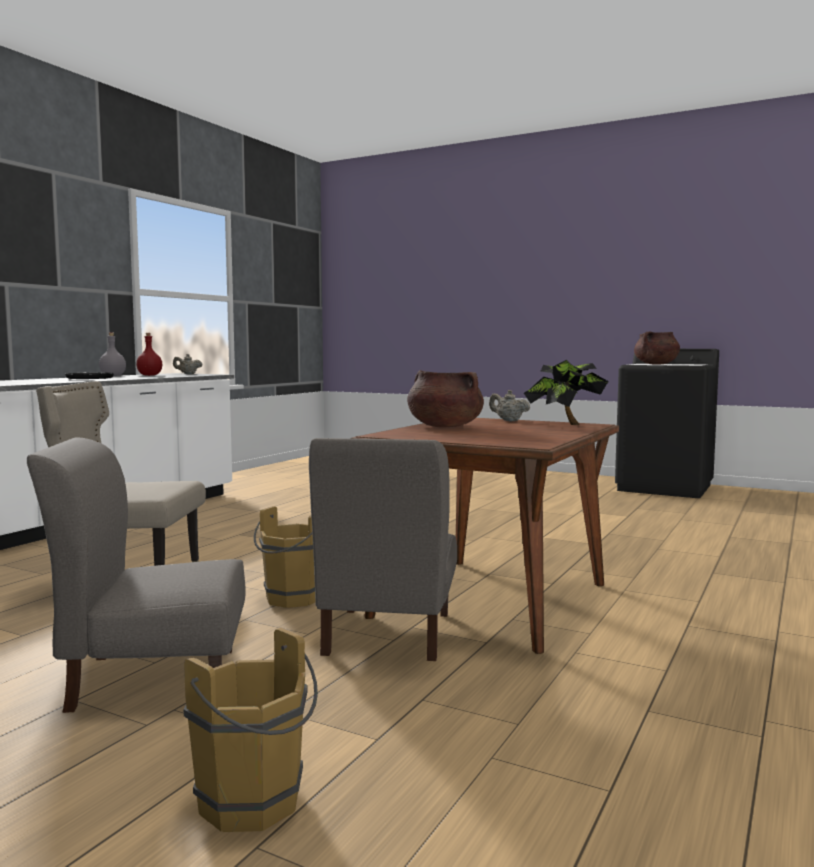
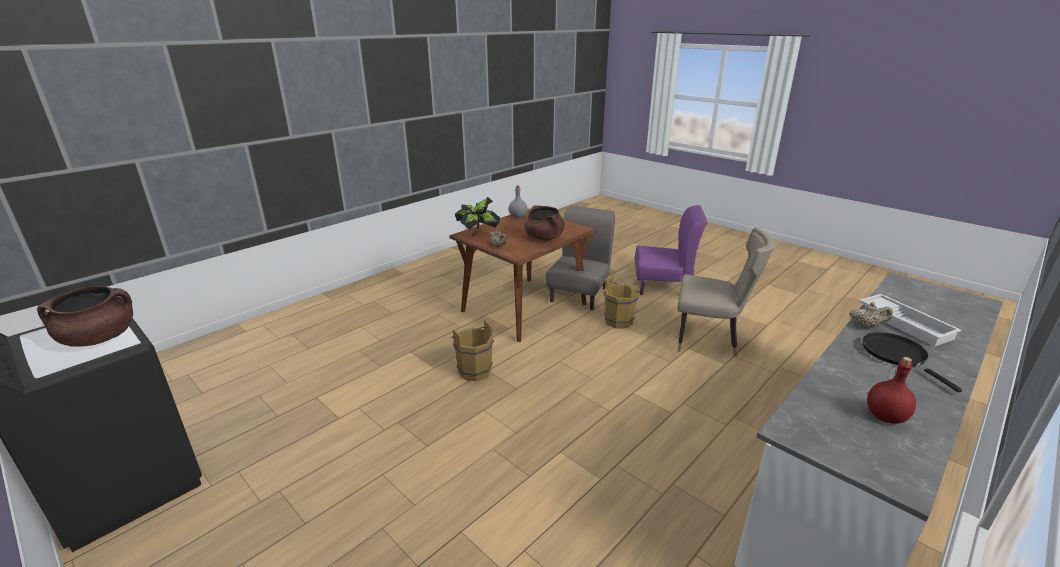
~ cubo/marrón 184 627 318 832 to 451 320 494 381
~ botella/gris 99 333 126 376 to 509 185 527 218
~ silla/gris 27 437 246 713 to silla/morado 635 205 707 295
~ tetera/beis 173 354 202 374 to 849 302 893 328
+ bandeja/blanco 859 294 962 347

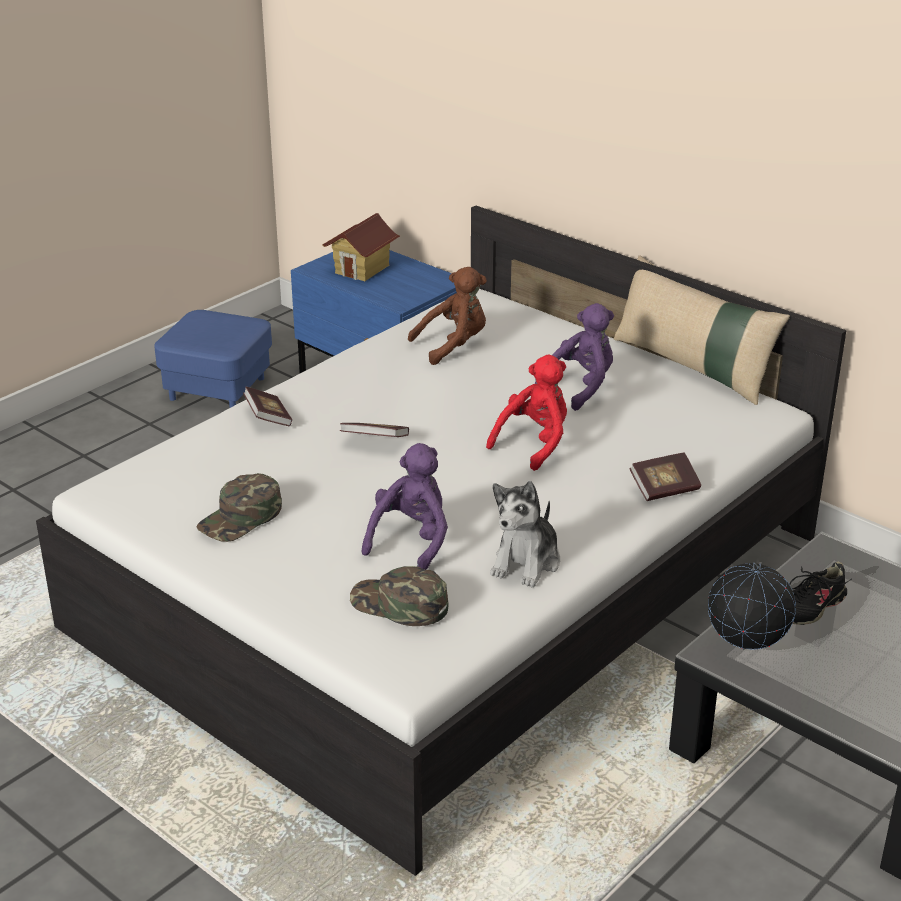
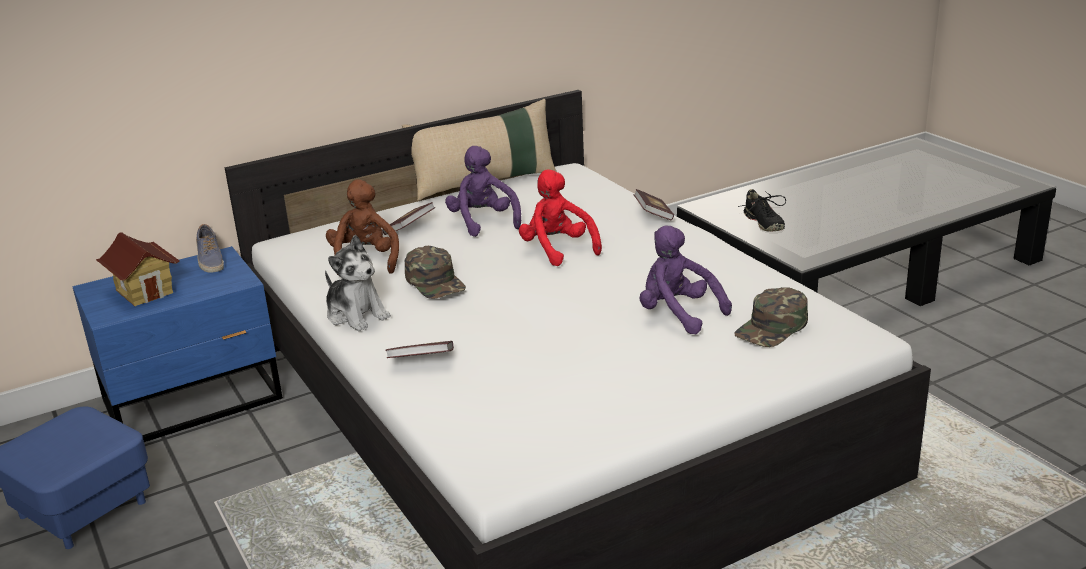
+ zapato 196 224 224 272
~ peluche 490 481 560 588 to 325 235 391 331
~ libro 340 423 409 437 to 382 202 435 235
~ gorra/verde 196 473 282 542 to 404 246 466 299
- globo terráqueo 708 562 796 650

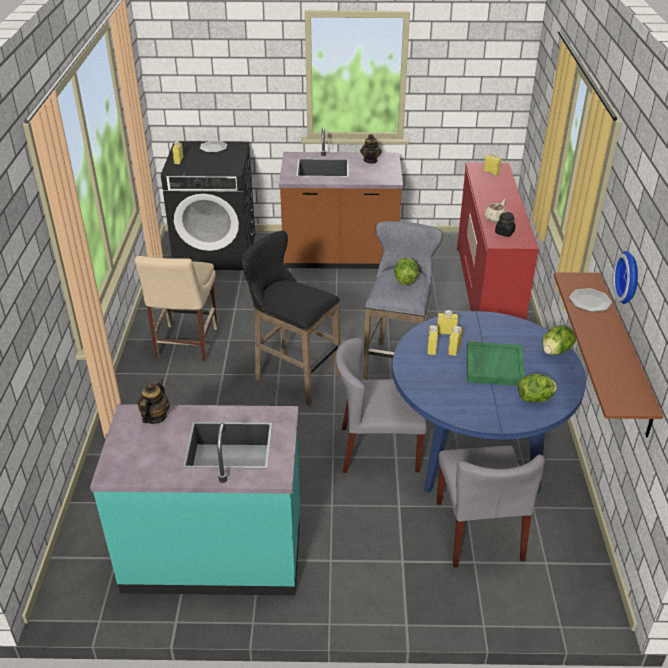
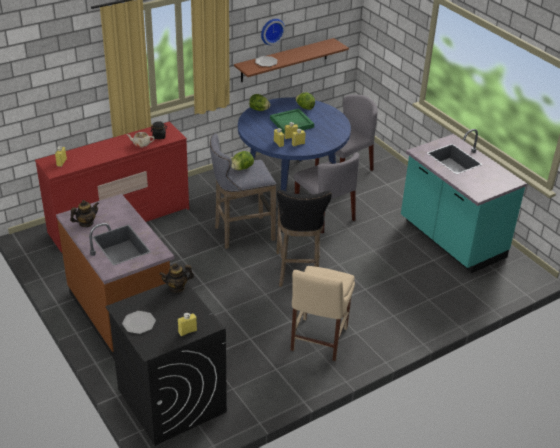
~ tetera 138 378 170 424 to 159 263 194 293
~ silla/beis 135 256 218 361 = 291 266 355 361 135 degrees clockwise

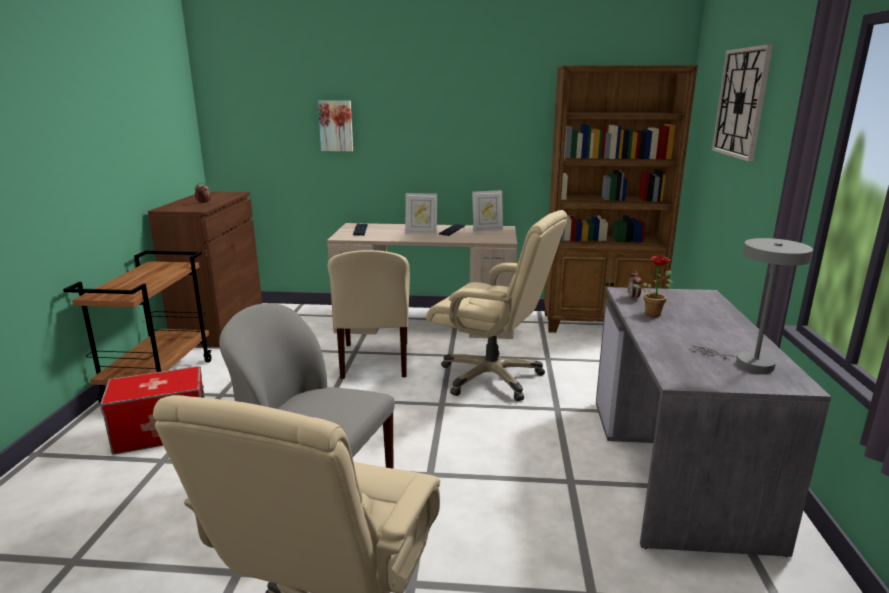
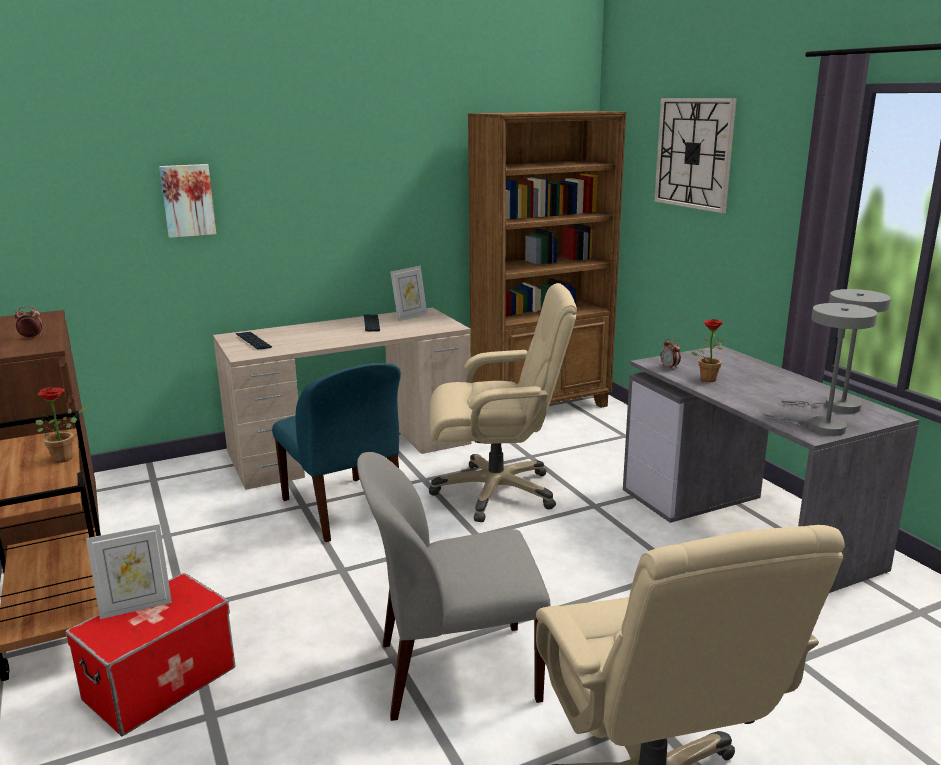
+ planta en maceta 36 387 88 463
~ portarretratos 405 193 437 234 to 86 524 172 619
~ silla/beis 328 250 410 379 to silla/azul 272 363 401 542
+ lámpara de mesa/gris 763 303 877 436

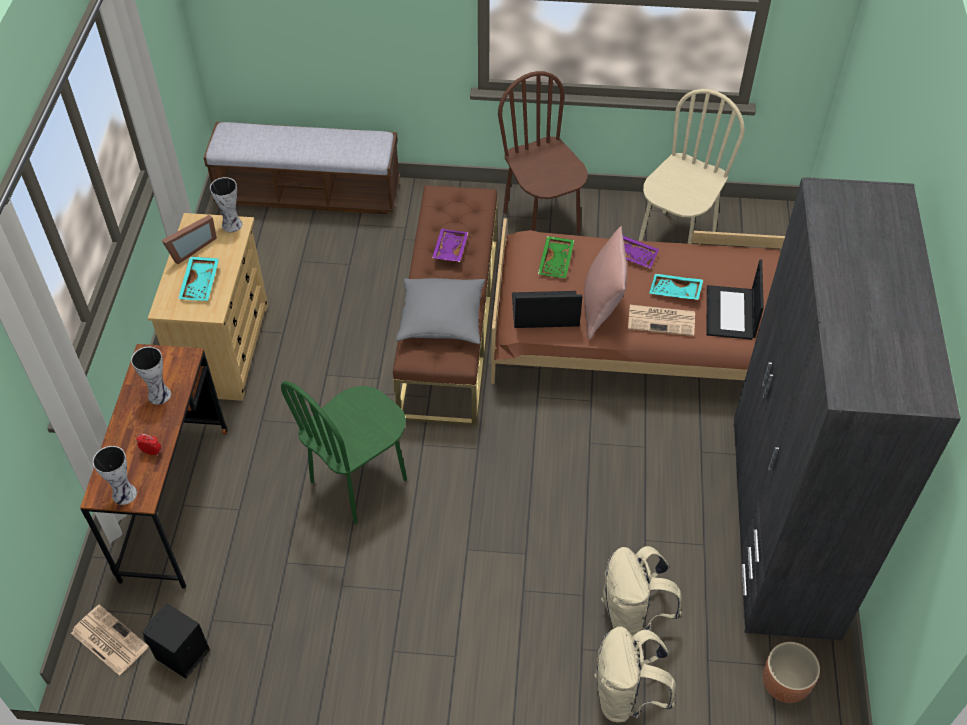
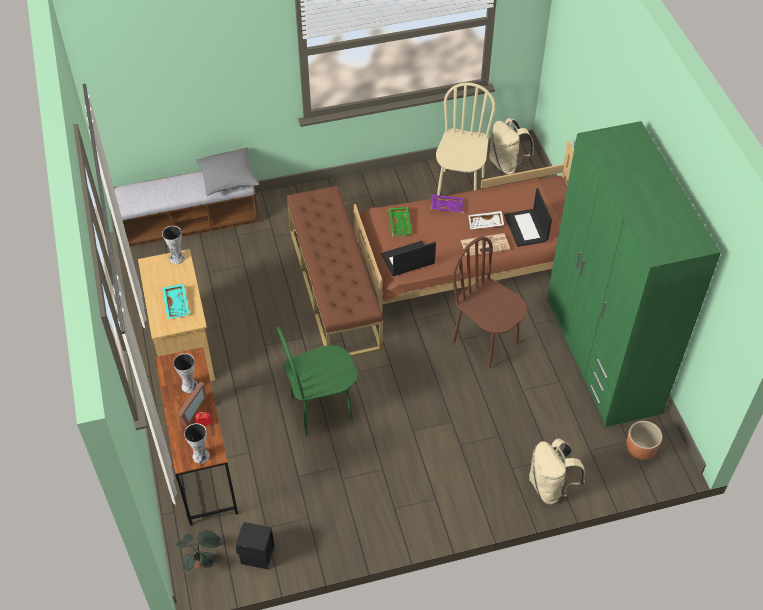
~ periódico 71 604 149 676 to planta en maceta 176 530 224 571
~ portarretratos 161 215 217 264 to 177 382 207 427
~ cojín/gris 396 278 485 344 to 196 147 259 196
~ silla/verde 281 381 407 524 = 277 326 358 436 45 degrees clockwise
~ silla/marrón 498 71 588 234 to 452 237 527 368
~ bandeja/turquesa 649 274 703 300 to bandeja/blanco 468 211 504 229
~ mochila/beis 601 546 682 636 to 489 118 534 175
~ armario ropero/gris 733 177 961 641 to armario ropero/verde 547 121 721 427
- bandeja/morado 432 228 469 262
- cojín/rosa 584 226 627 340

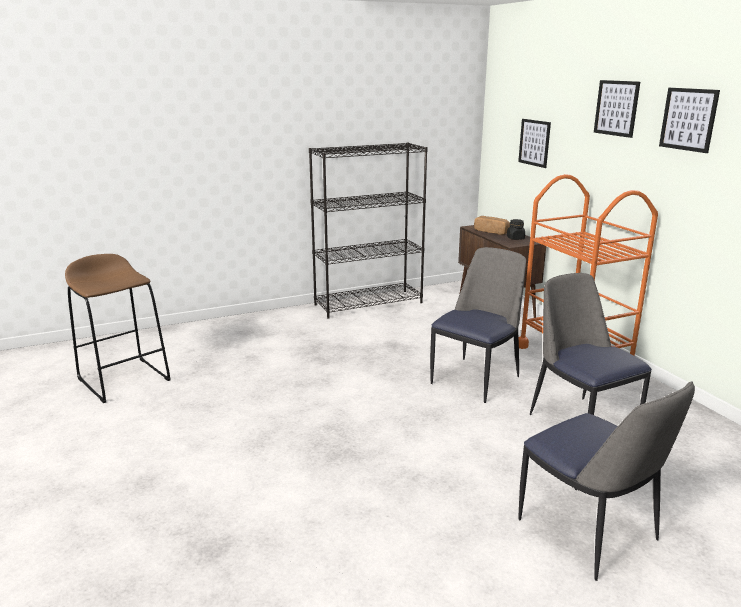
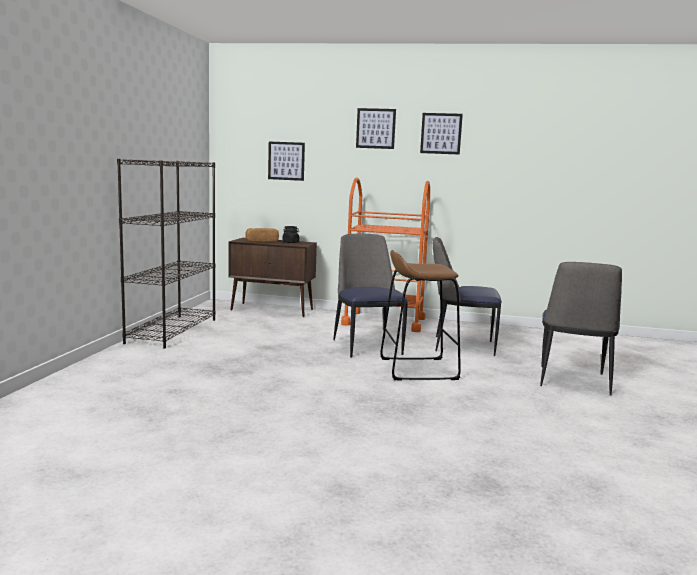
~ taburete/marrón 65 254 171 403 to 380 250 461 380
~ silla 519 381 695 581 = 540 262 622 396 105 degrees clockwise

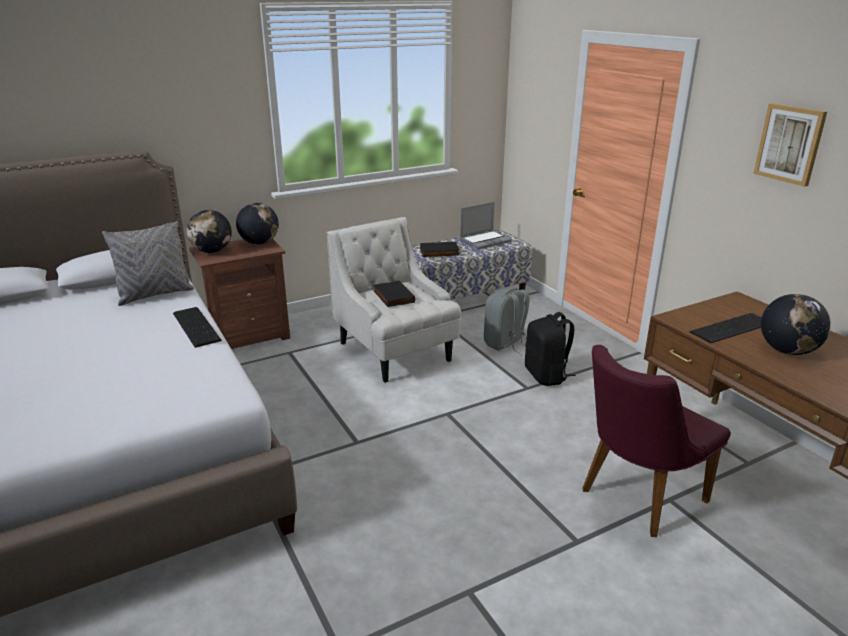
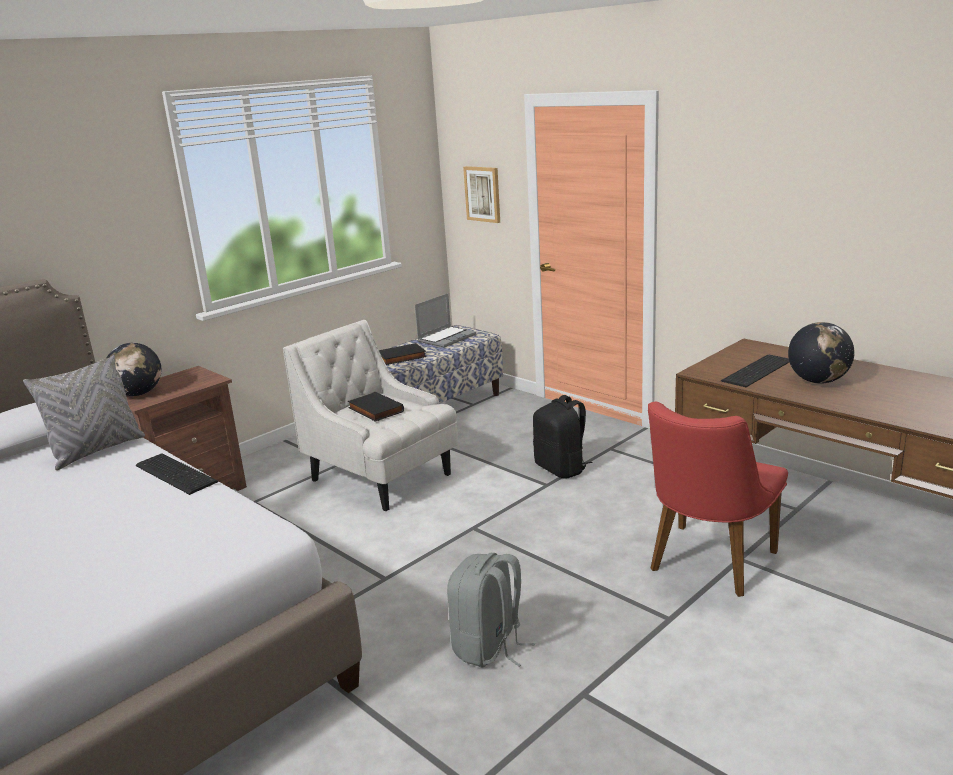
~ mochila/gris 484 288 530 354 to 447 553 535 667
~ cuadro 753 103 827 187 to 463 166 500 223
~ silla/morado 583 345 731 537 to silla/rojo 648 401 788 597
- globo terráqueo 236 203 279 245

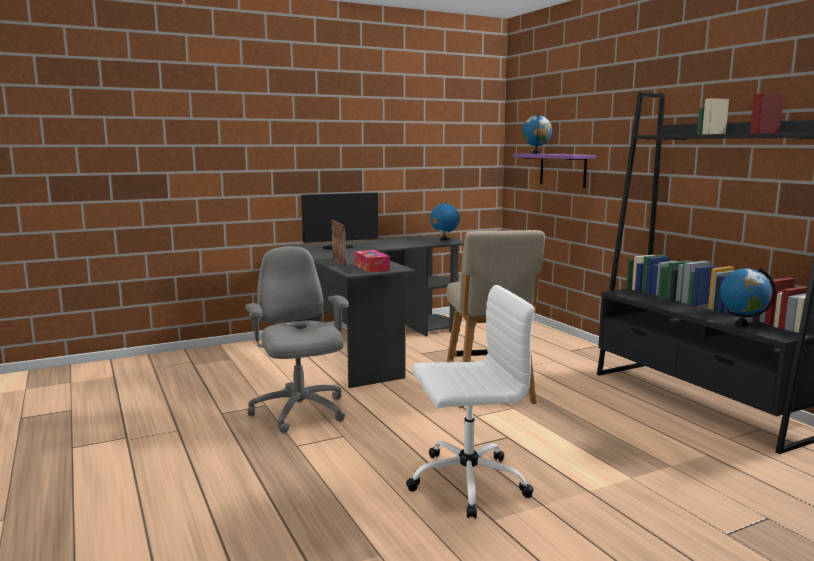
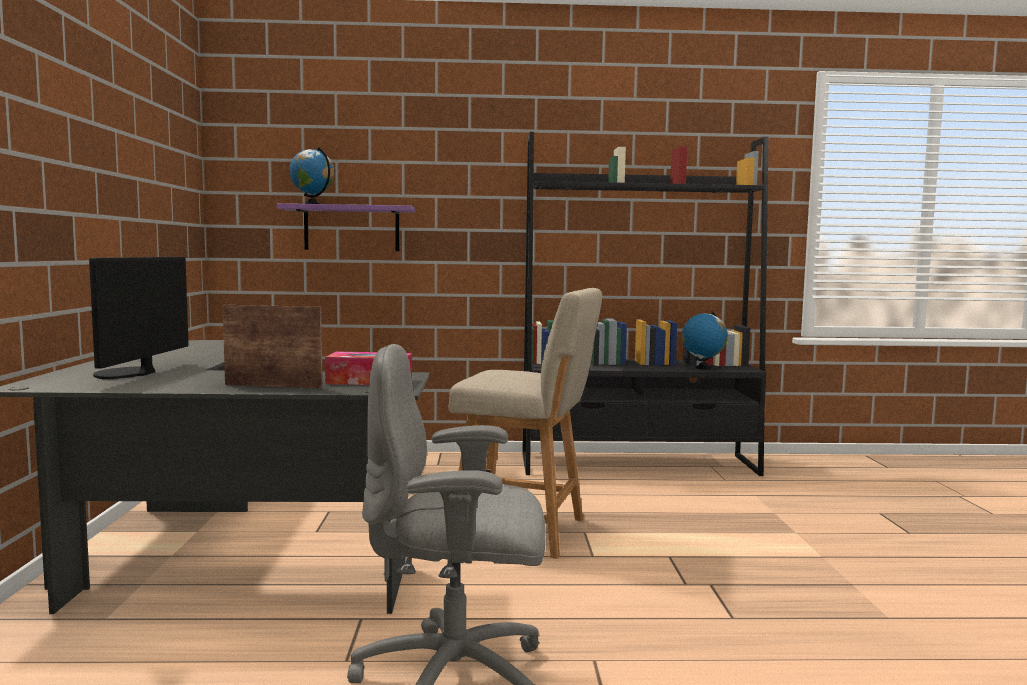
- silla de oficina/blanco 406 285 535 519
- globo terráqueo 430 202 460 241

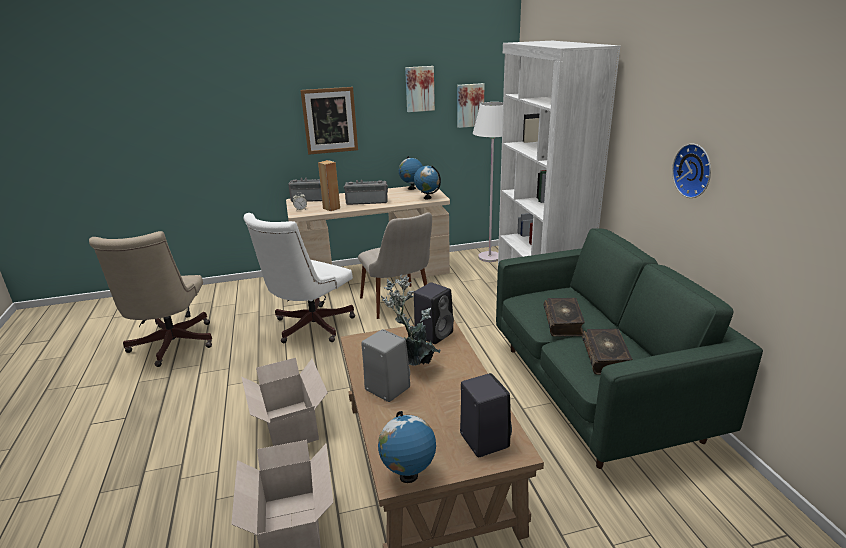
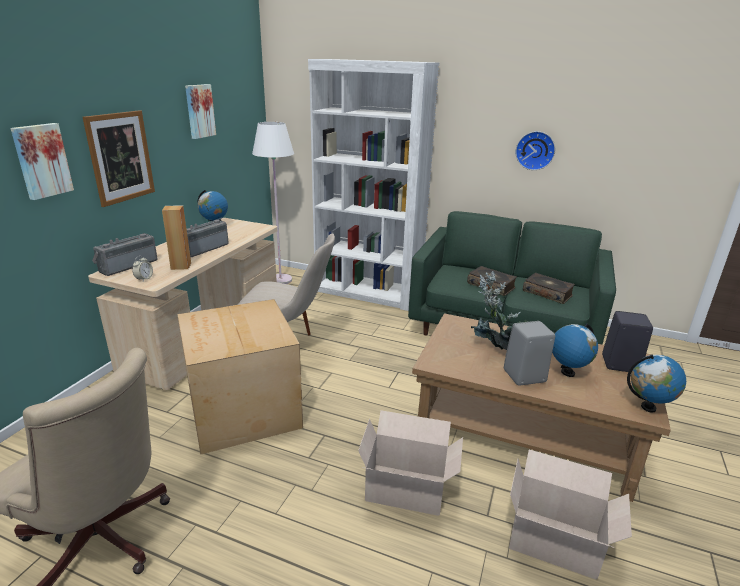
~ cuadro 457 83 485 128 to 10 123 74 200
~ silla de oficina/blanco 243 213 355 343 to caja de cartón 177 299 303 454
~ globo terráqueo 414 165 441 199 to 552 323 598 377
- altavoz/negro 414 282 454 344

